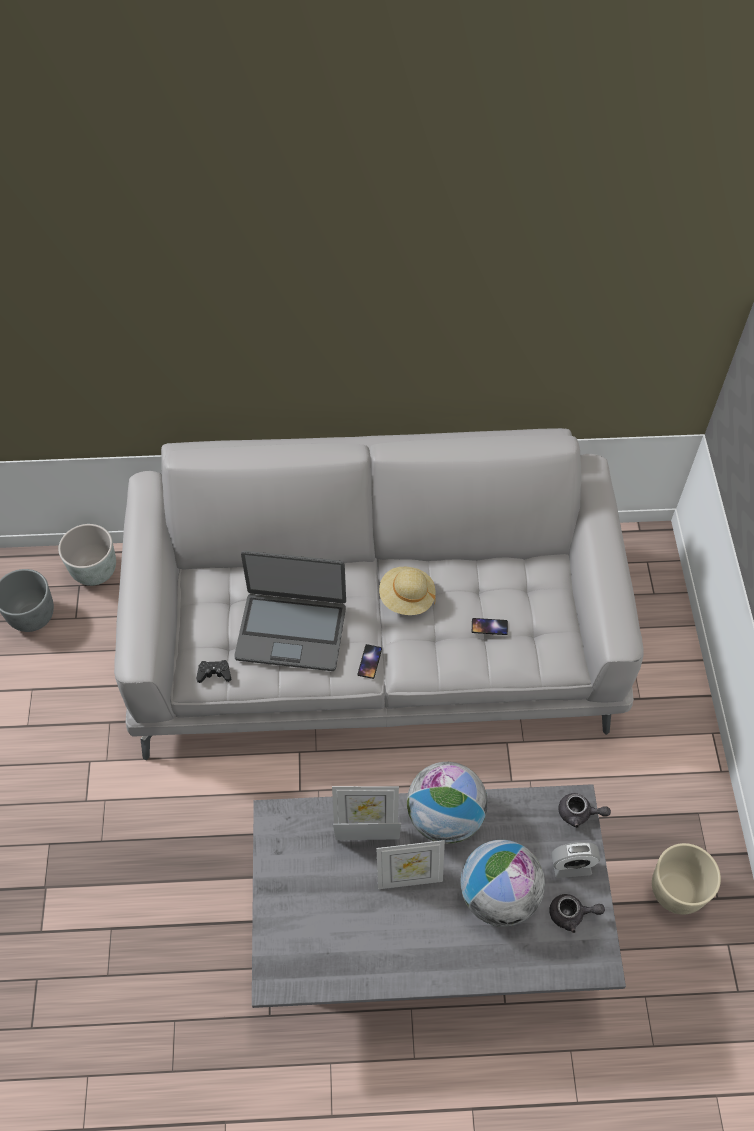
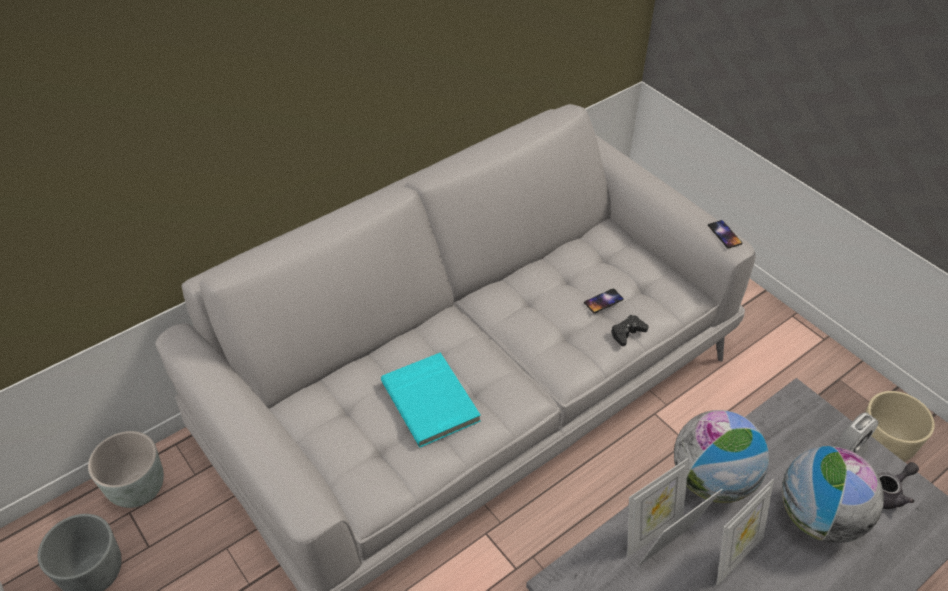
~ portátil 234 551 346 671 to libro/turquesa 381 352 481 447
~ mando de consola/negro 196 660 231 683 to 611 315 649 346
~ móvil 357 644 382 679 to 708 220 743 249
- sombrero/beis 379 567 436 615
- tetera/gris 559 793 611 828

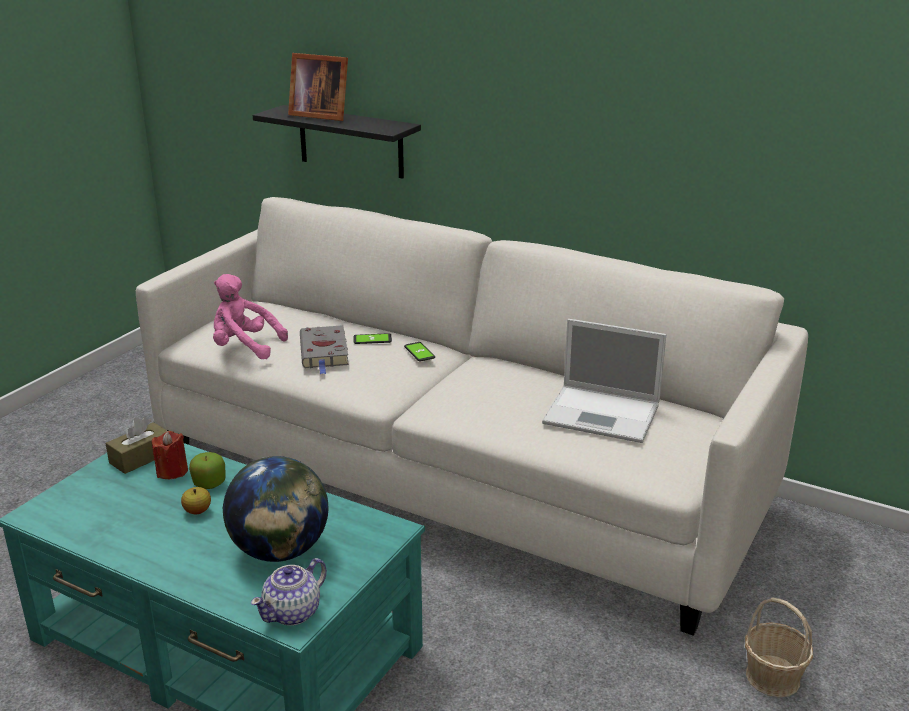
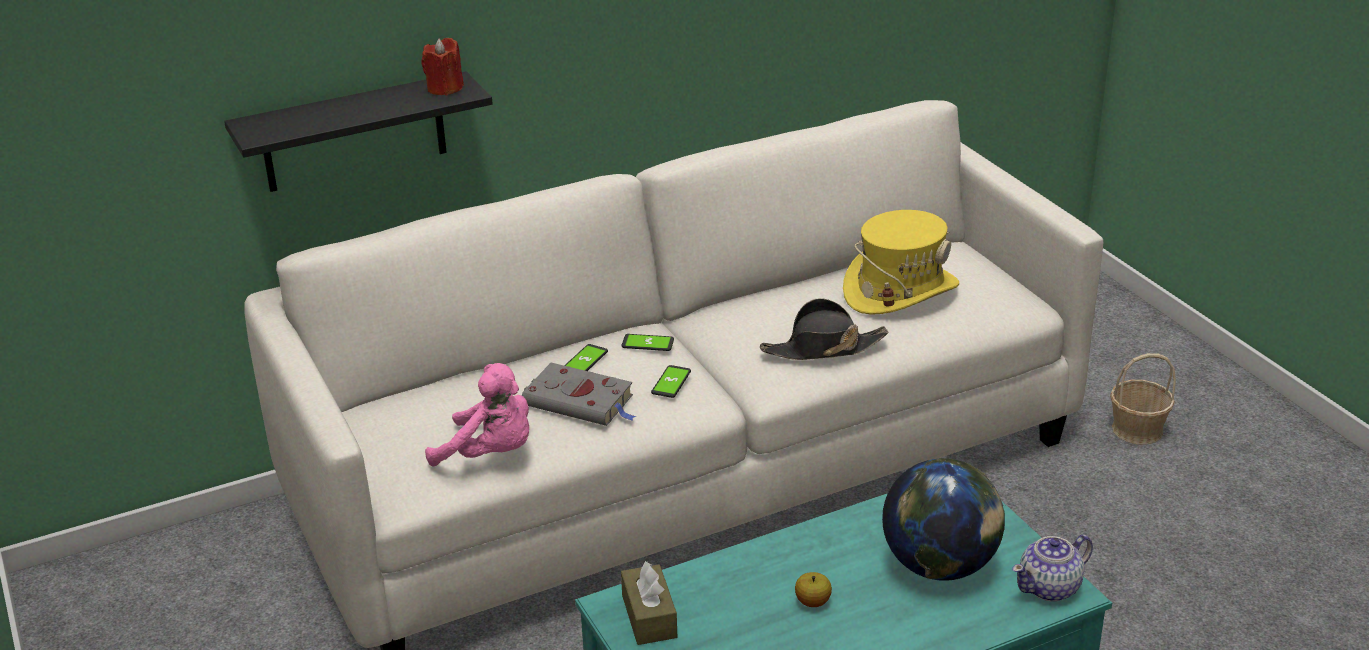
~ vela/rojo 152 431 188 479 to 422 38 464 95
~ peluche/rosa 213 274 288 359 = 425 363 529 467 120 degrees counterclockwise
+ móvil 651 365 691 398
+ sombrero/negro 760 298 889 360
~ portátil 542 319 666 443 to sombrero/amarillo 843 210 959 315
~ tetera 251 558 327 626 = 1012 534 1093 602 75 degrees clockwise
- manzana 189 452 225 489
- portarretratos 288 53 348 121

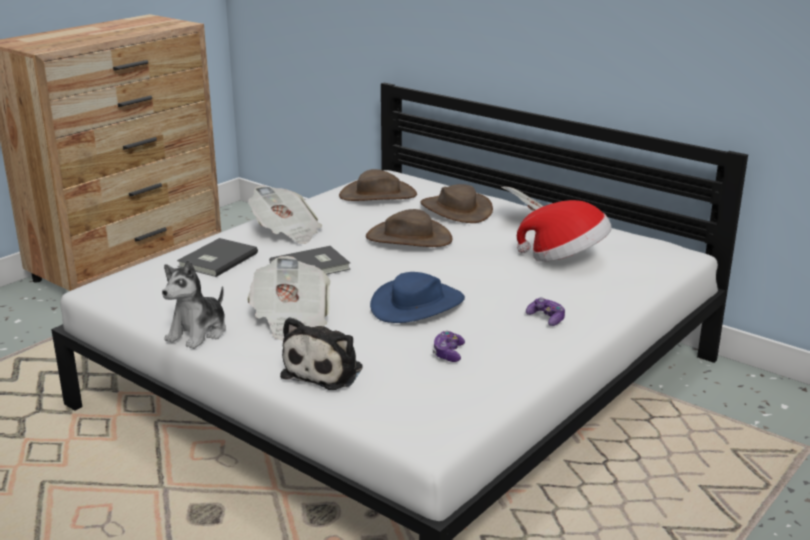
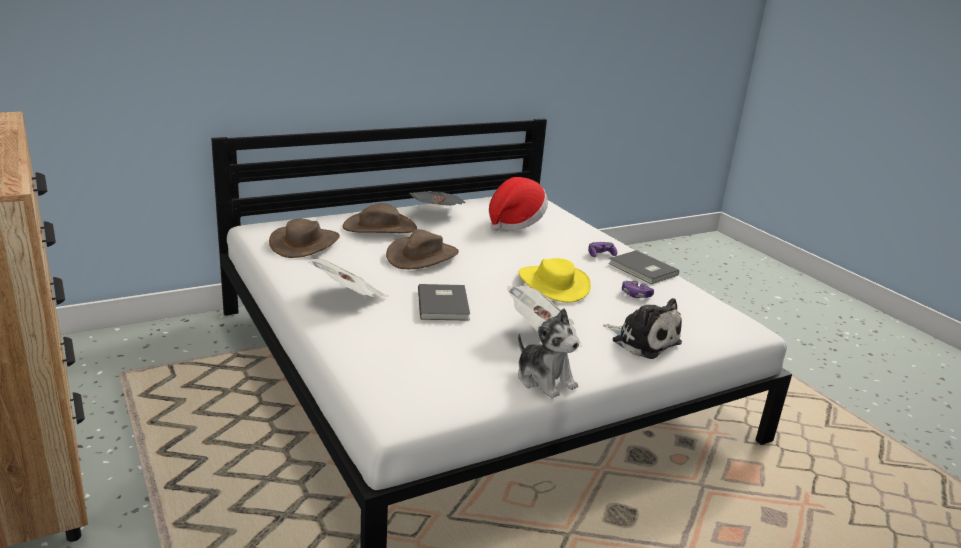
~ sombrero/azul 370 272 465 323 to sombrero/amarillo 518 258 591 303
~ libro/gris 177 238 258 277 to 609 250 679 284

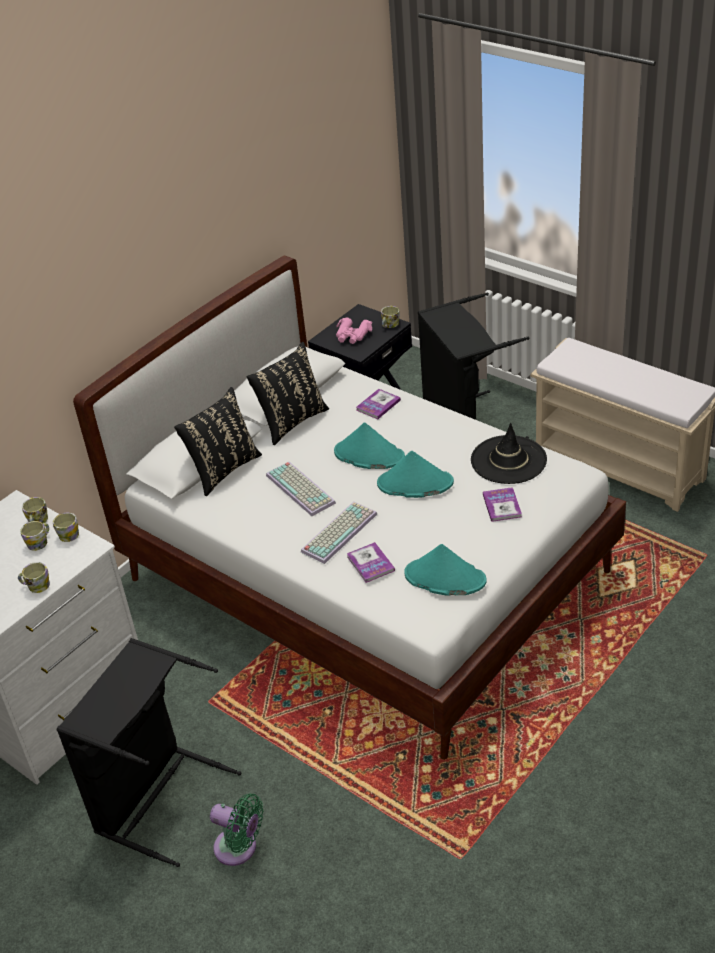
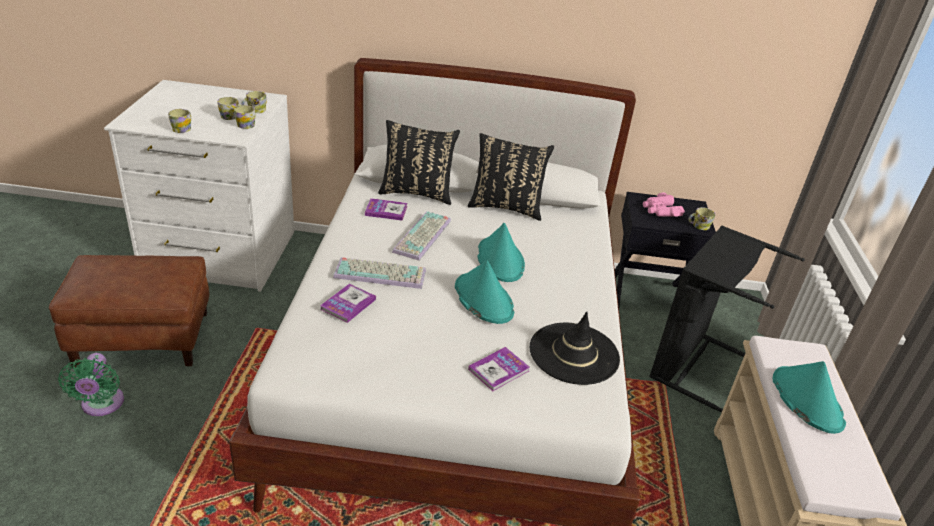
~ cesto de la ropa/negro 57 638 241 867 to puf/marrón 49 255 209 367
~ libro 356 389 401 419 to 365 198 407 221
~ sombrero/turquesa 404 544 487 596 to 773 361 846 434

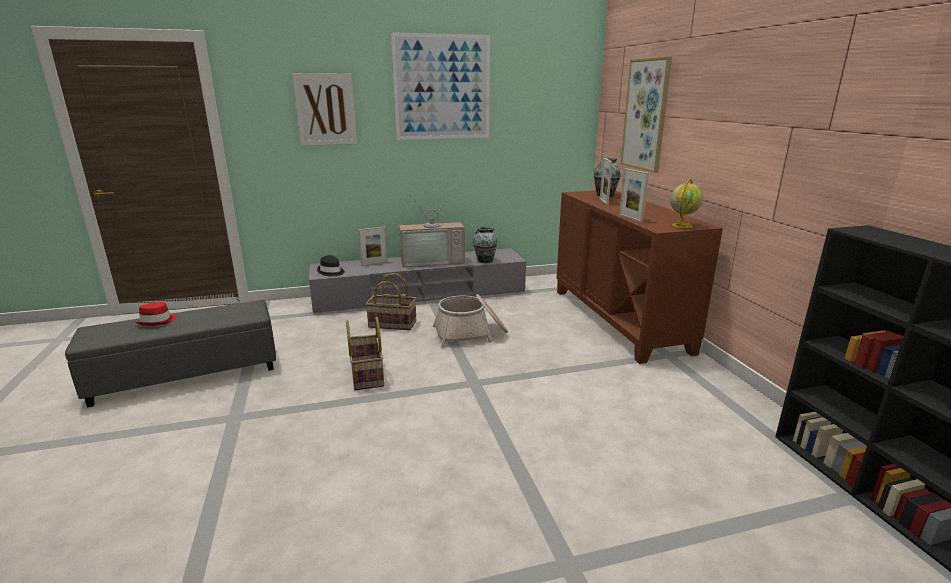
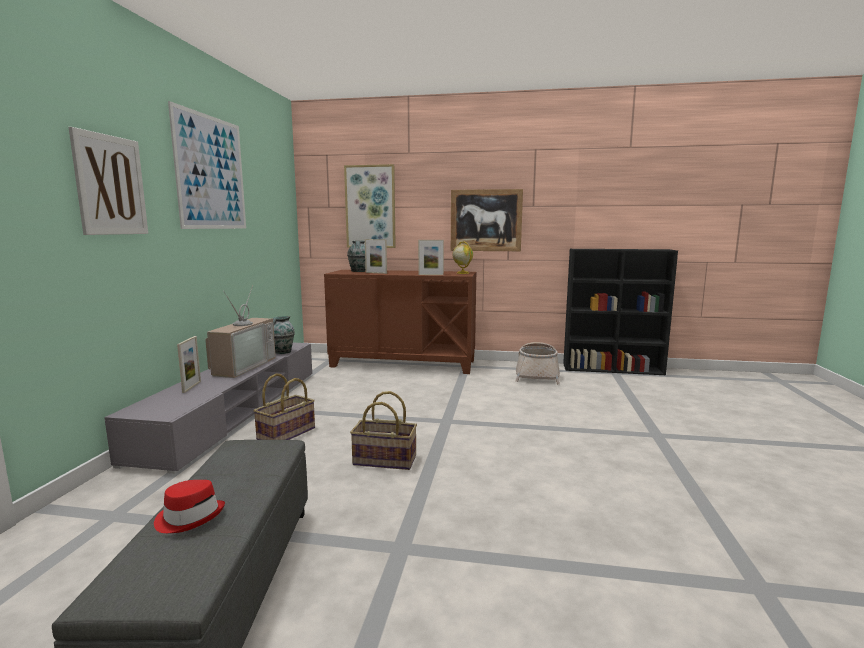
+ cuadro 451 189 523 251
~ cesta 433 294 508 348 to 515 342 560 385
- sombrero/negro 317 255 345 276

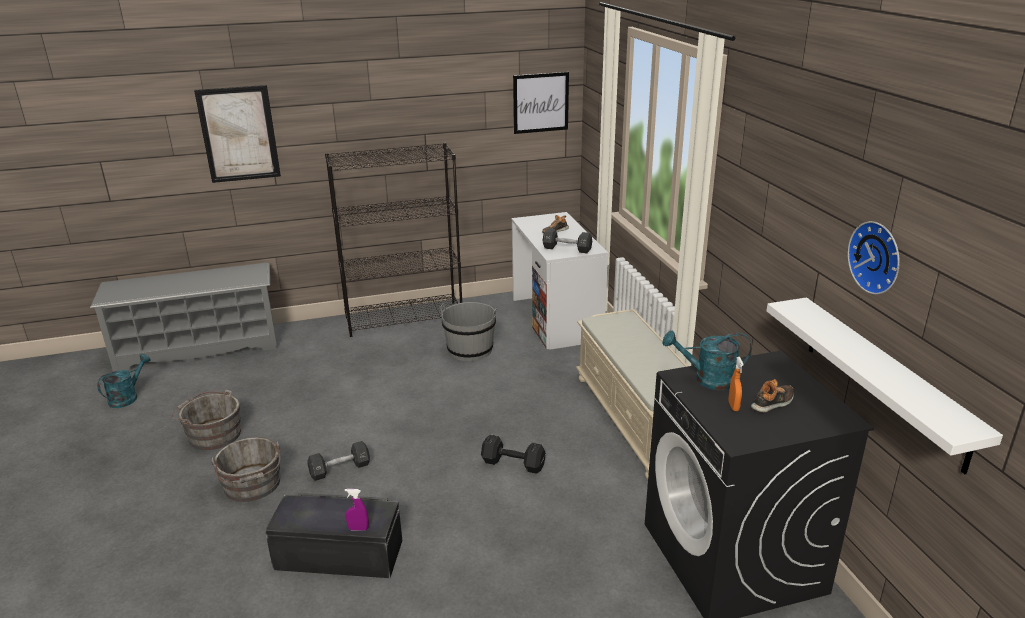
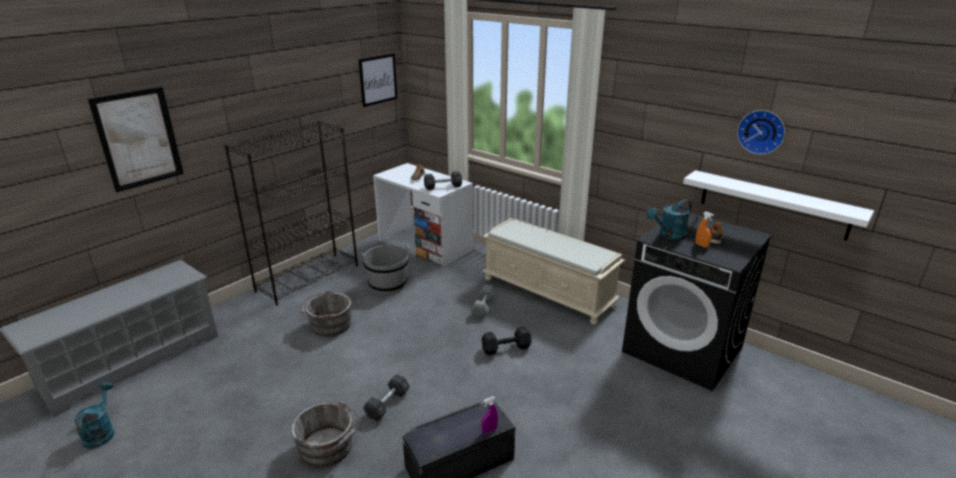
~ cubo/gris 171 389 241 450 to 301 289 352 337
+ mancuerna/gris 470 284 497 318

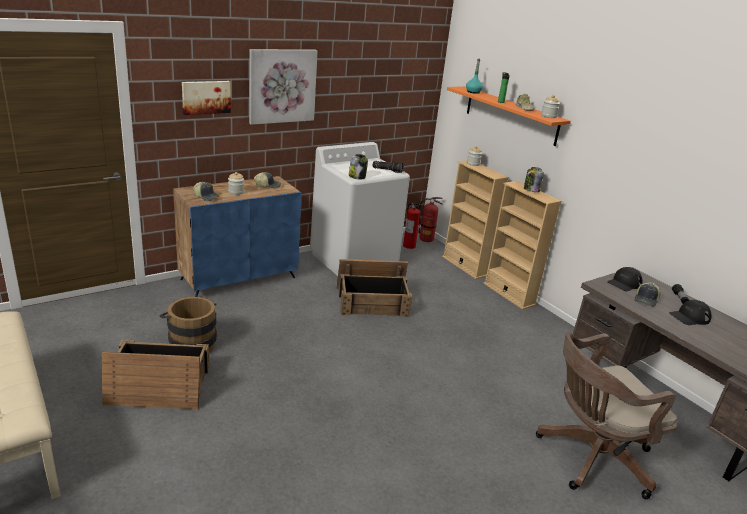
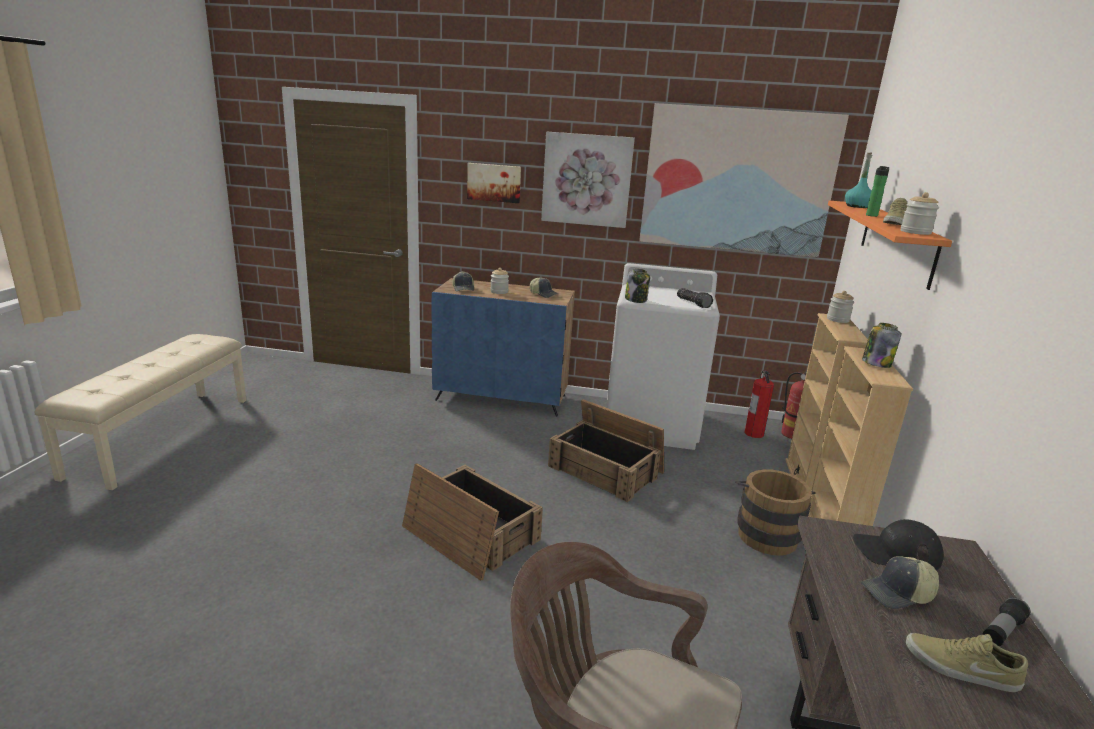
~ caja de embalaje 102 340 210 409 to 402 463 543 581
+ cuadro 639 103 849 258
~ cubo/marrón 159 297 217 353 to 736 469 816 556
~ gorra/negro 669 300 712 325 to zapato/beis 906 633 1028 692

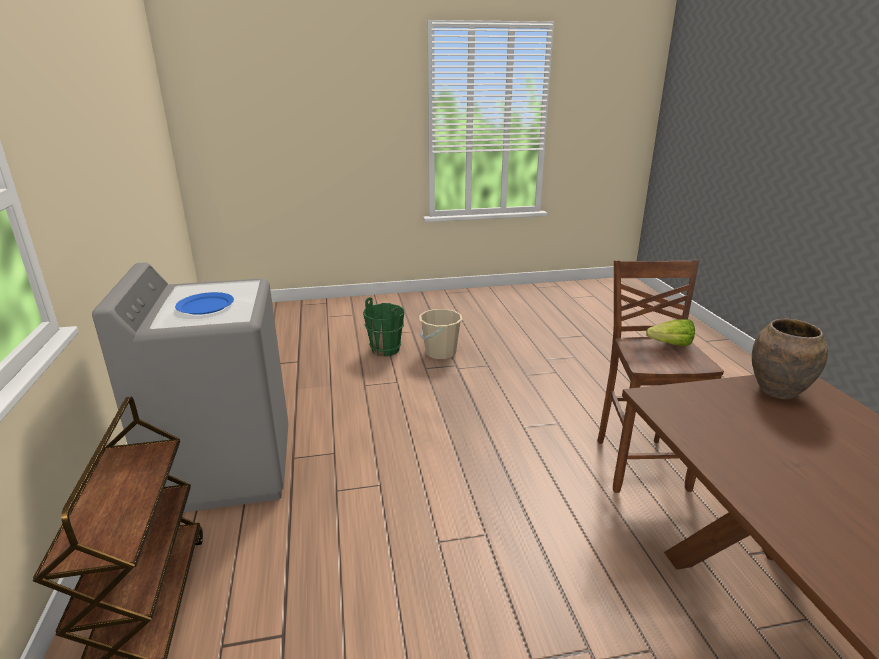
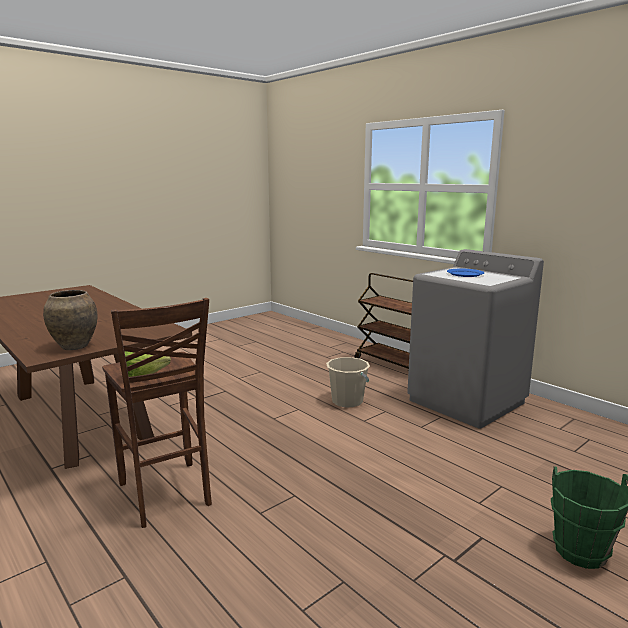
~ cubo/beis 419 309 462 359 to 326 357 370 407

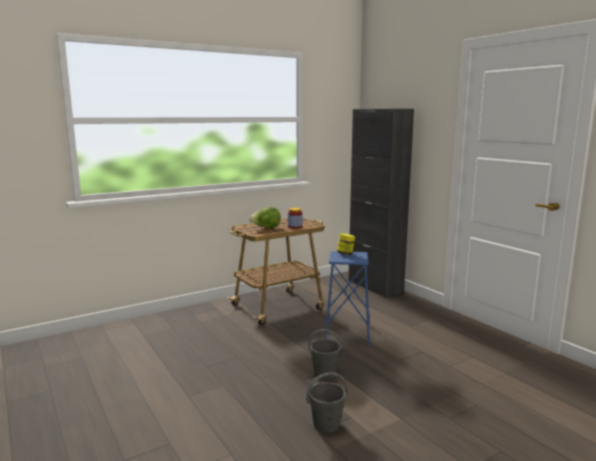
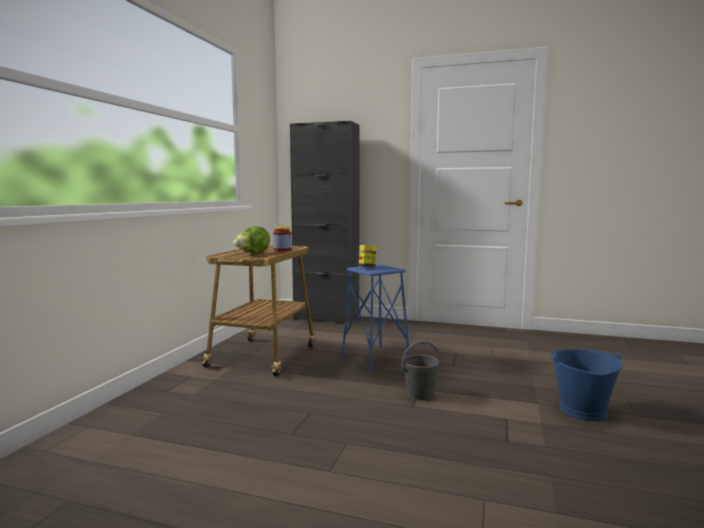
+ cubo/azul 550 349 623 421
- cubo/gris 306 373 348 433

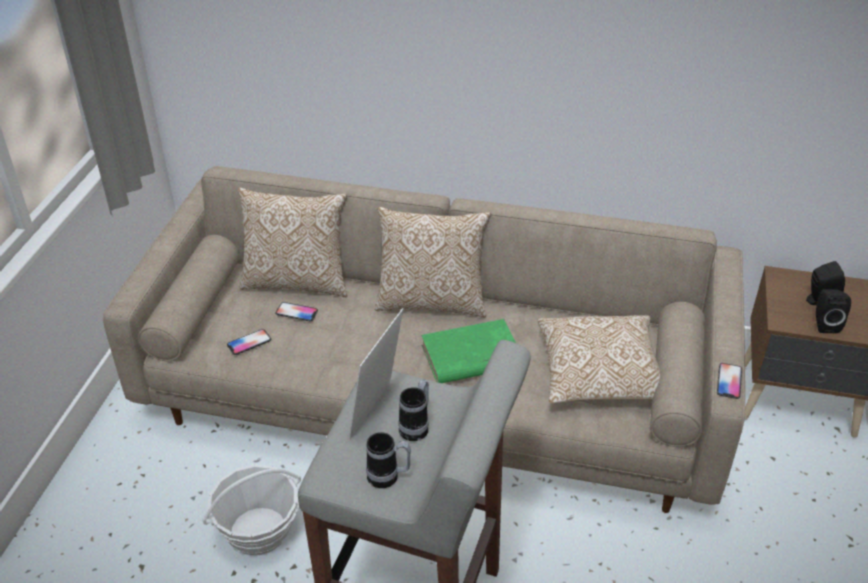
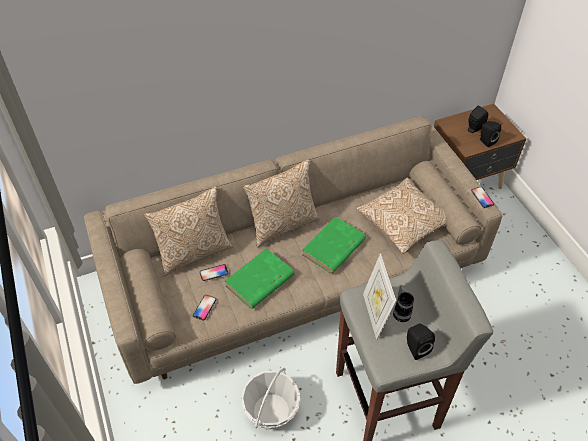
+ libro/verde 225 248 295 309
~ taza grande 366 432 411 488 to altavoz/negro 407 324 435 360

